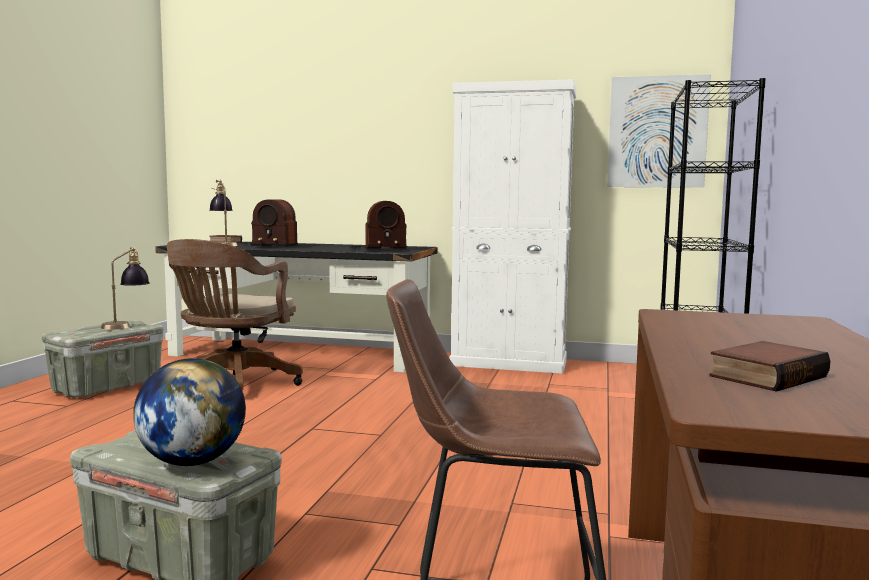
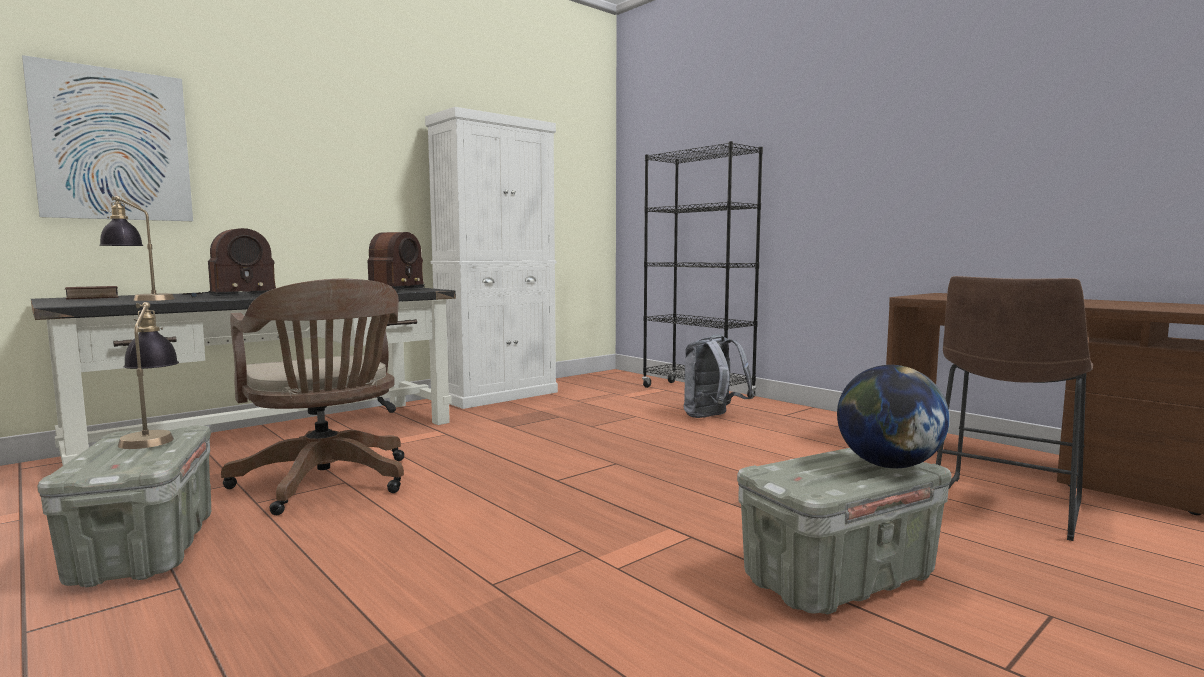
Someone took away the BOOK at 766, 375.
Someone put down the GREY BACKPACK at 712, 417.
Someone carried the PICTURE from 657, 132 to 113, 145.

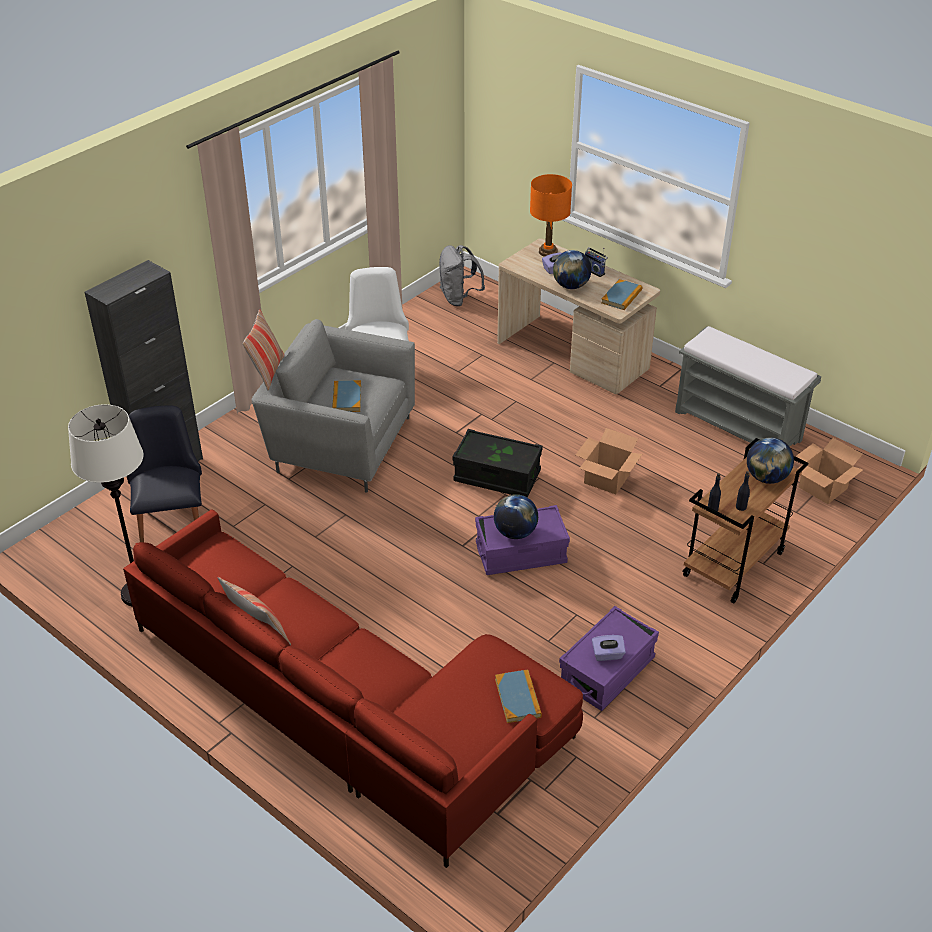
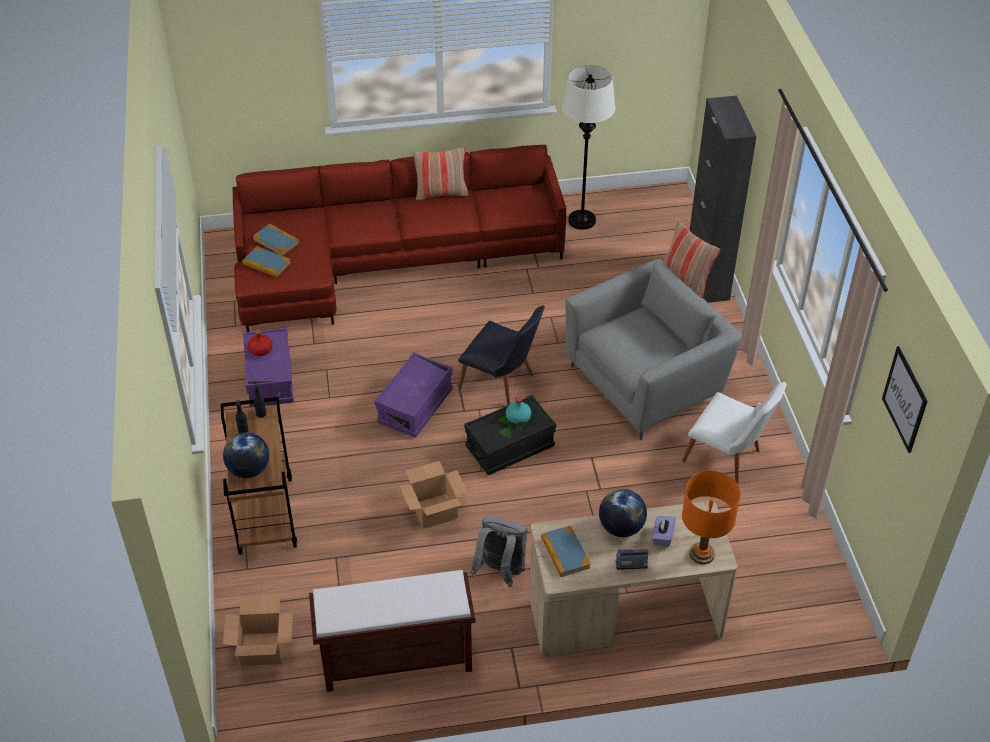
Someone took away the GLOBE at 515, 533.
Someone put down the TURQUOISE BOTTLE at 518, 417.
Someone put up the PICTURE at 905, 399.
Someone carried the BLACK CHAIR from 172, 521 to 502, 384.
Someone carried the BOOK from 346, 398 to 276, 241.
Someone carried the GREY BACKPACK from 459, 298 to 500, 571.
Someone swapped the PURPLE TISSUE BOX at 607, 655 for the RED BOTTLE at 261, 350.
Someone repainted the GREY BENCH at 739, 426, which became the BROWN BENCH at 395, 660.

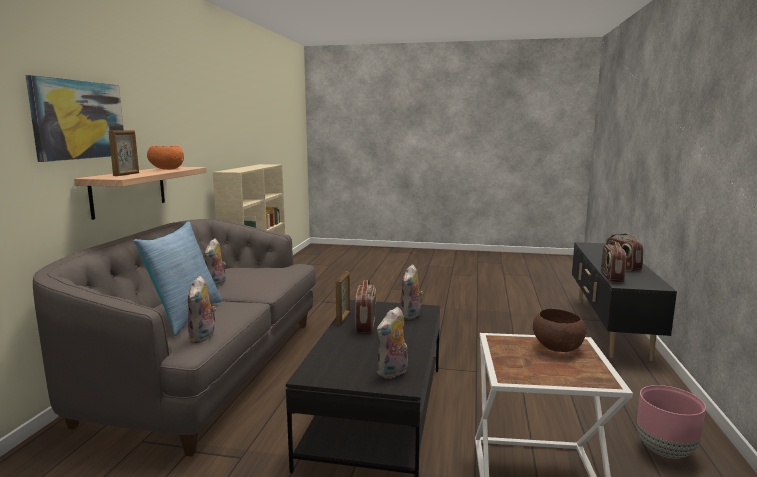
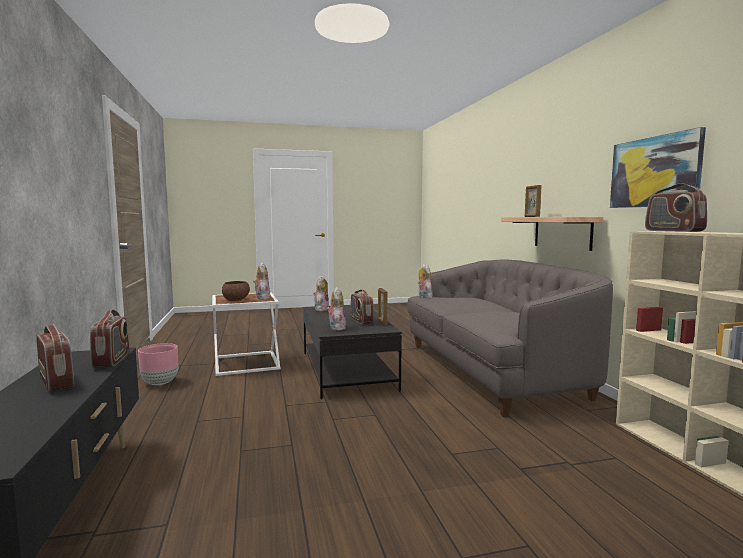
Someone took away the PILLOW at 185, 316.
Someone took away the ORANGE BOWL at 166, 169.
Someone put down the RADIO at 673, 231.
Someone carried the PICTURE from 79, 120 to 654, 172.
Someone carried the PLUSH TOY from 216, 285 to 262, 298.

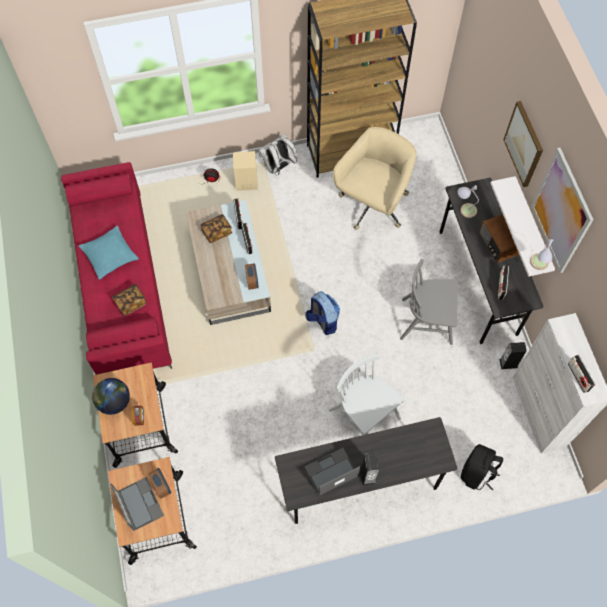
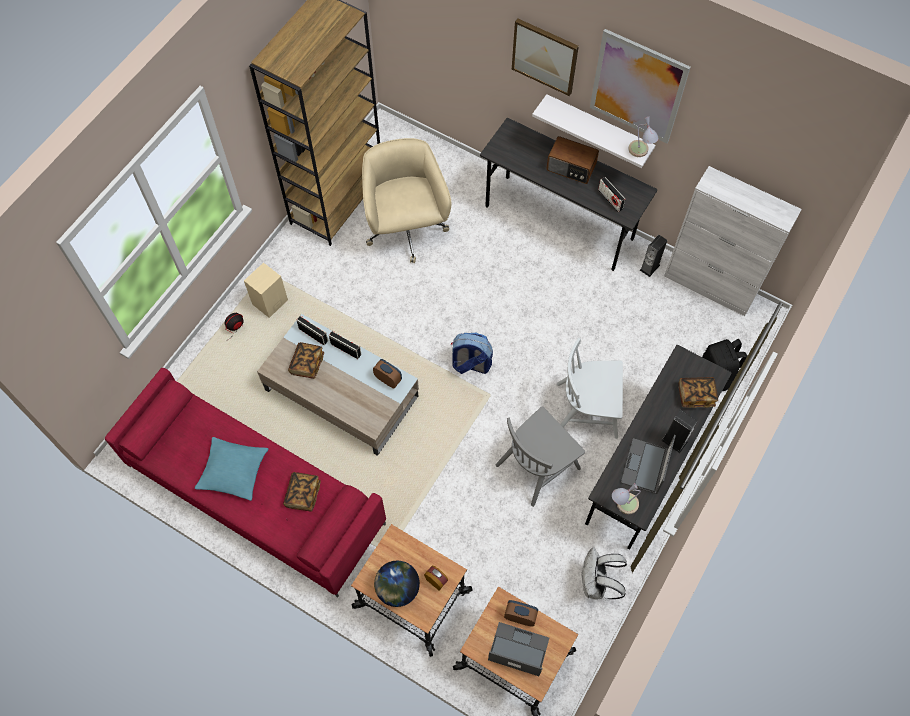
Someone took away the RADIO at 578, 377.
Someone put down the BOOK at 695, 395.
Someone carried the WHITE BACKPACK from 278, 167 to 596, 584.
Someone carried the GREY CHAIR from 427, 320 to 538, 466.
Someone carried the TABLE LAMP from 465, 209 to 622, 505.

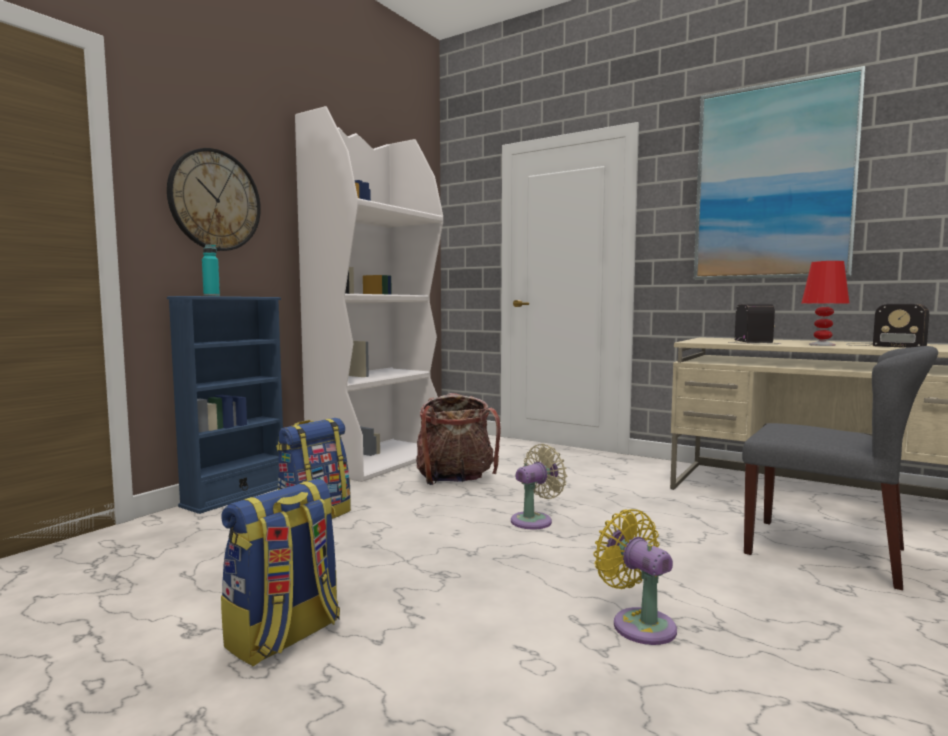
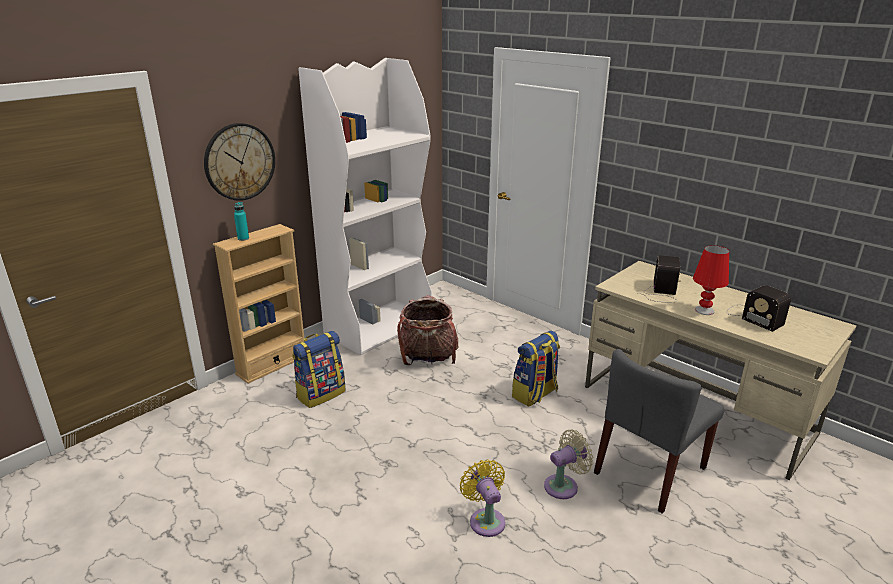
Someone took away the PICTURE at 773, 182.
Someone carried the BACKPACK from 285, 637 to 535, 394.
Someone carried the BEIGE FAN from 535, 520 to 564, 485.
Someone repainted the BLUE BOOKCASE at 235, 496, which became the BEIGE BOOKCASE at 272, 365.
Someone rotated the GREY CHAIR at 826, 551 by 90 degrees clockwise.

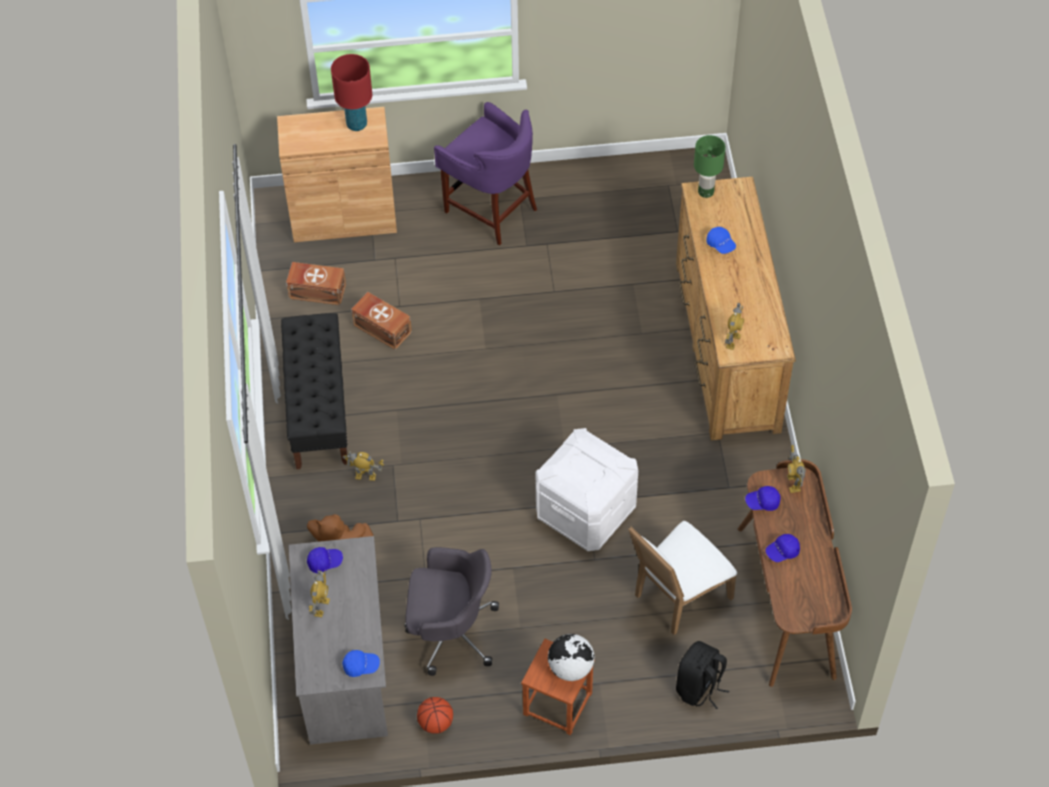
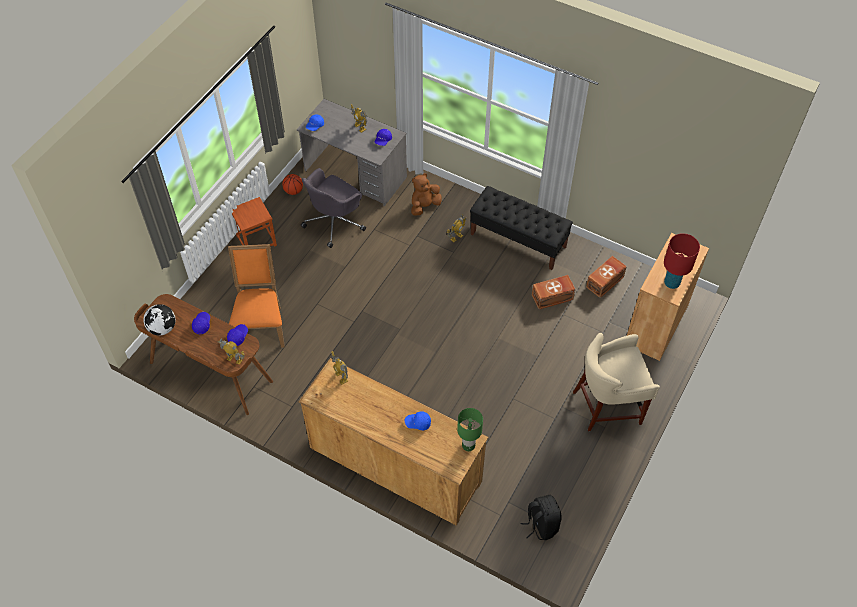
Someone took away the WHITE STORAGE BOX at 585, 512.
Someone carried the GLOBE from 570, 668 to 163, 328.
Someone carried the BLACK BACKPACK from 699, 687 to 541, 525.
Someone repainted the PURPLE STOOL at 491, 208, which became the BEIGE STOOL at 607, 406.
Someone repainted the WHITE CHAIR at 677, 597, which became the ORANGE CHAIR at 261, 325.

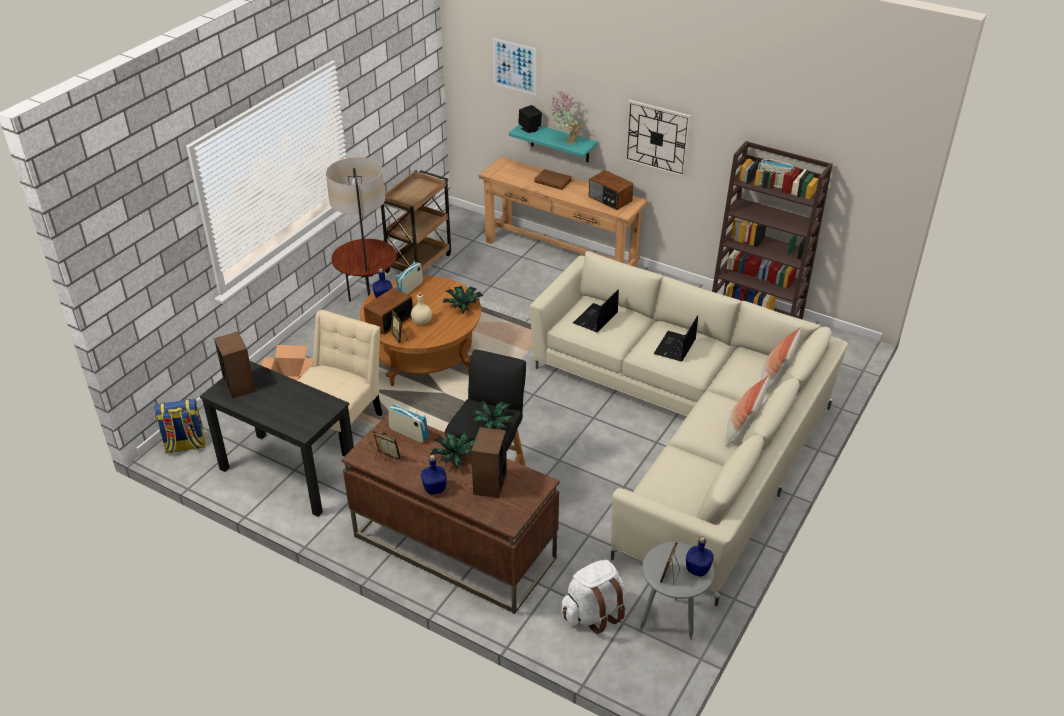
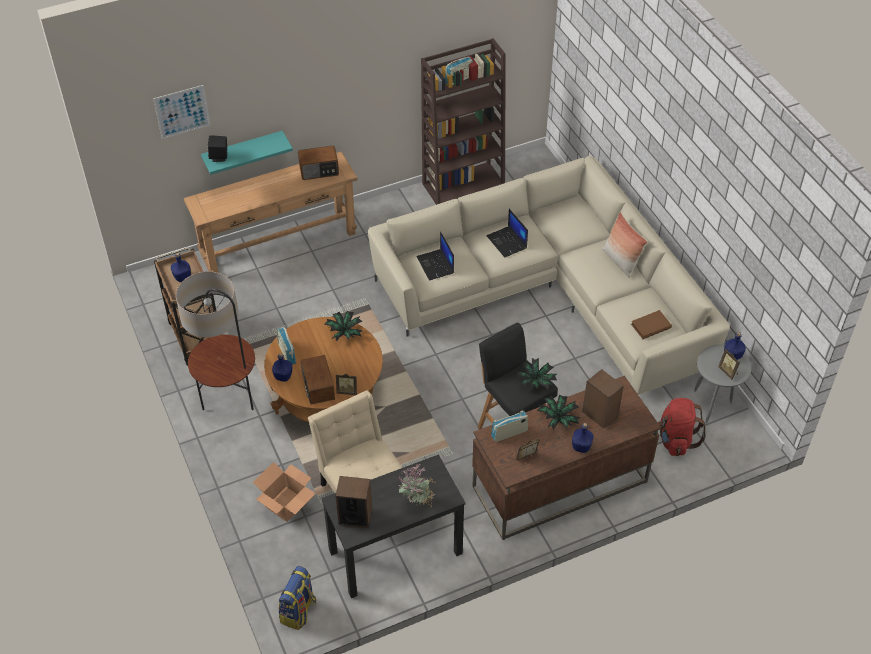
Someone took away the BEIGE BOTTLE at 422, 321.
Someone took away the WALL CLOCK at 657, 138.
Someone took away the PILLOW at 774, 380.
Someone put down the BLUE BOTTLE at 182, 277.
Someone carried the BROWN BOOK from 553, 181 to 650, 325.
Someone carried the POTTED PLANT from 565, 142 to 417, 504.
Someone repainted the WHITE BACKPACK at 593, 613, which became the RED BACKPACK at 676, 439.

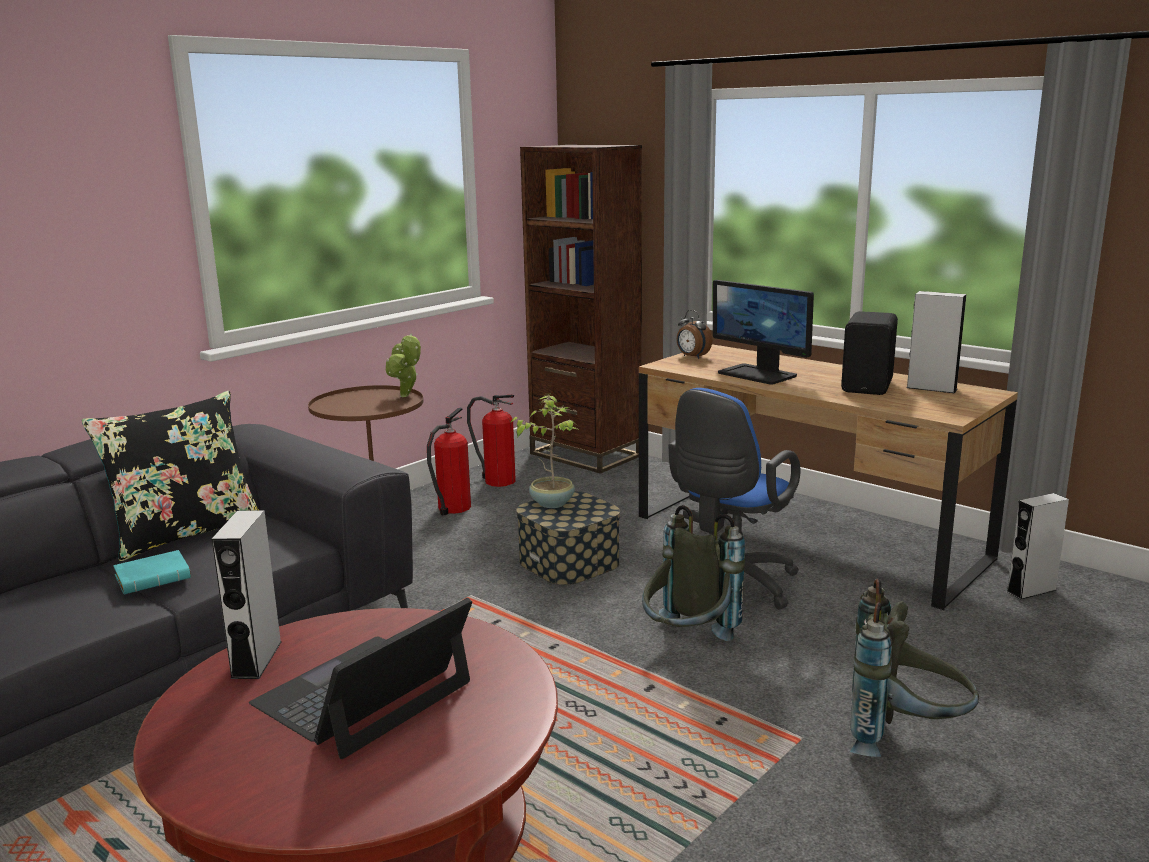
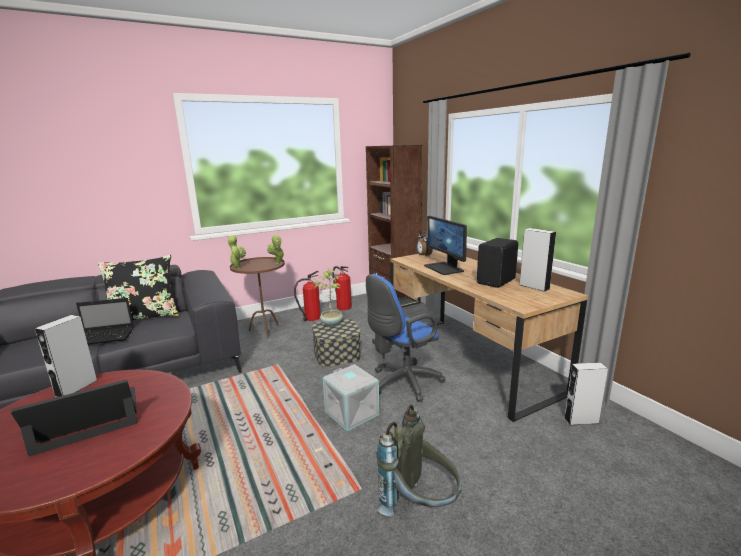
Someone put down the POTTED PLANT at 238, 268.
Someone swapped the TURQUOISE BOOK at 155, 577 for the LAPTOP at 105, 337.
Someone swapped the GREY BACKPACK at 688, 644 for the GREY STORAGE BOX at 353, 412.

